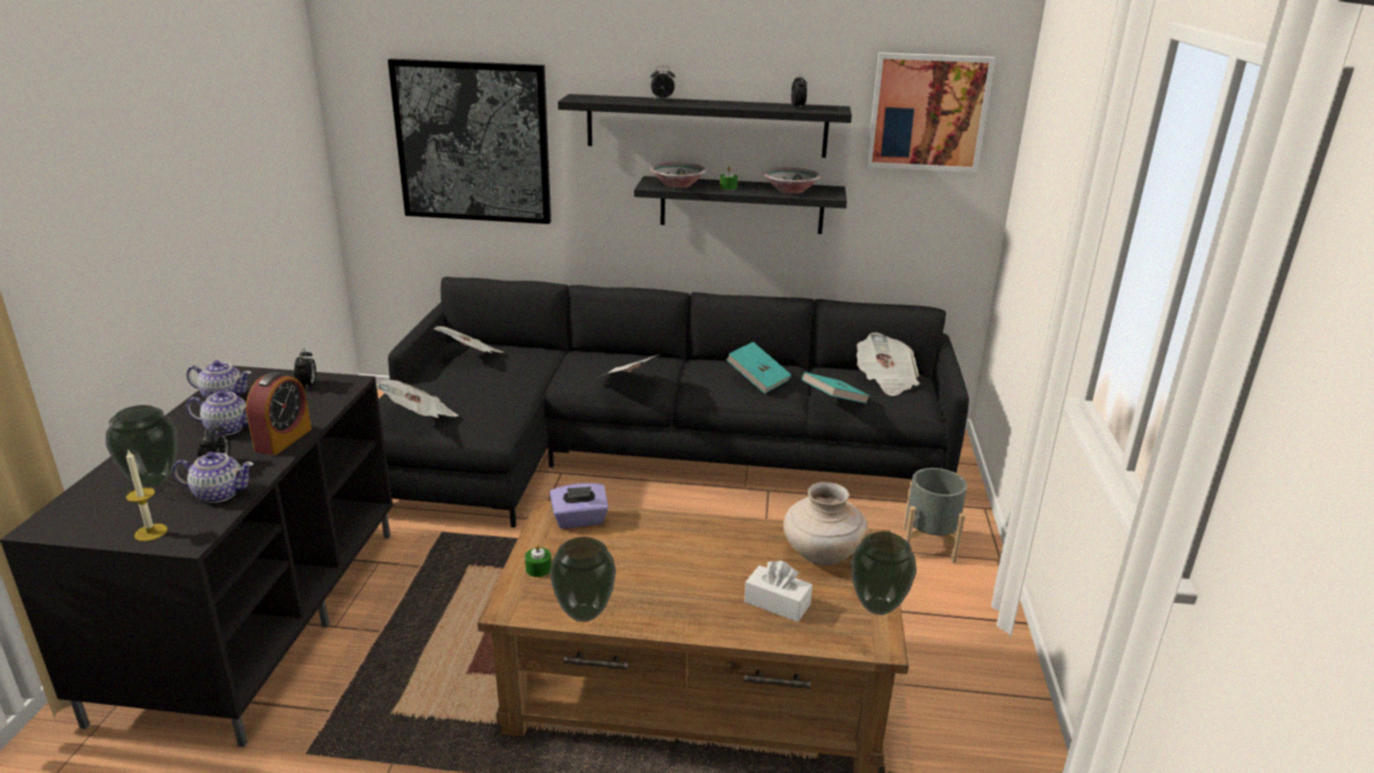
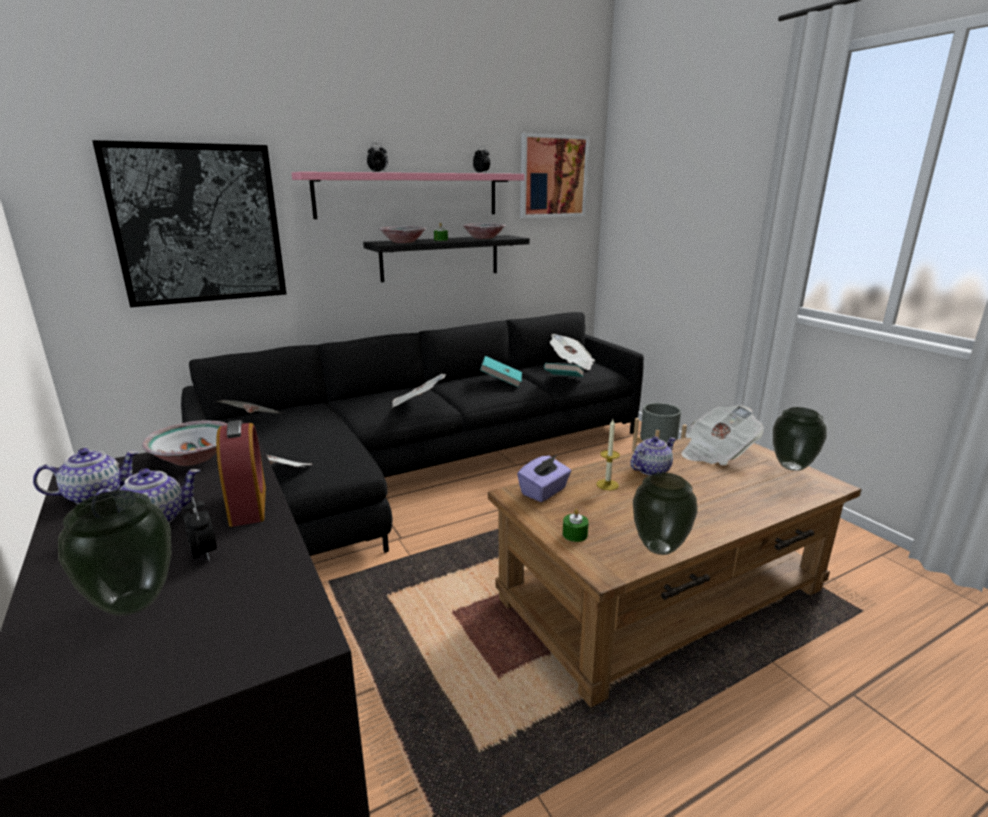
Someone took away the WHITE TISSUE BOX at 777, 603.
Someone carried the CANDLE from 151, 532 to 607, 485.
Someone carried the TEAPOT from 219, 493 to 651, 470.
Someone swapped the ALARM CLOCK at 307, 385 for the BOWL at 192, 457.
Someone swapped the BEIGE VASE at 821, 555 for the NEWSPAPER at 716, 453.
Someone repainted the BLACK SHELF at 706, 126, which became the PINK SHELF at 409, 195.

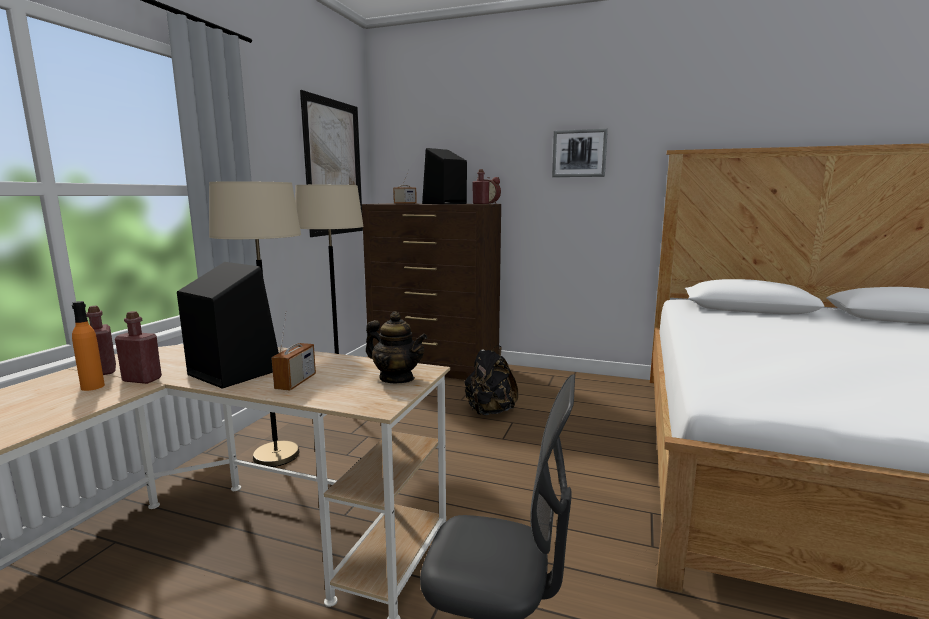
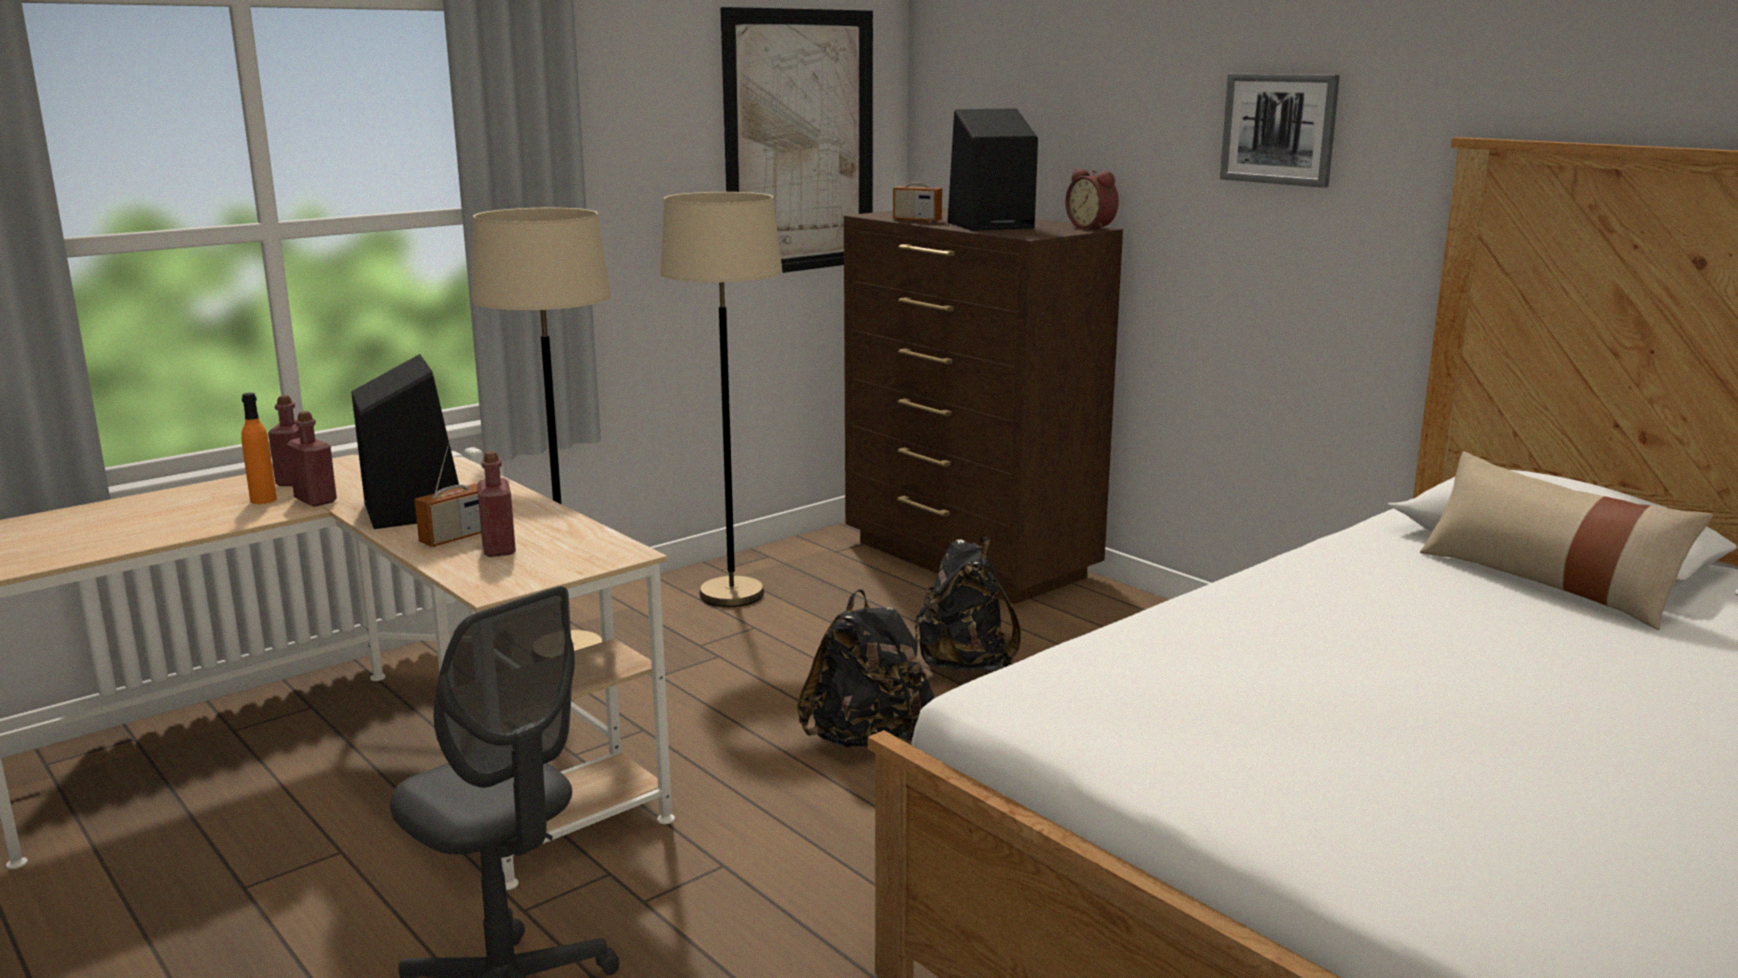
Someone took away the TEAPOT at 397, 378.
Someone put down the BLACK BACKPACK at 866, 739.
Someone put down the BEIGE PILLOW at 1547, 583.
Someone carried the RED BOTTLE from 480, 203 to 499, 549.

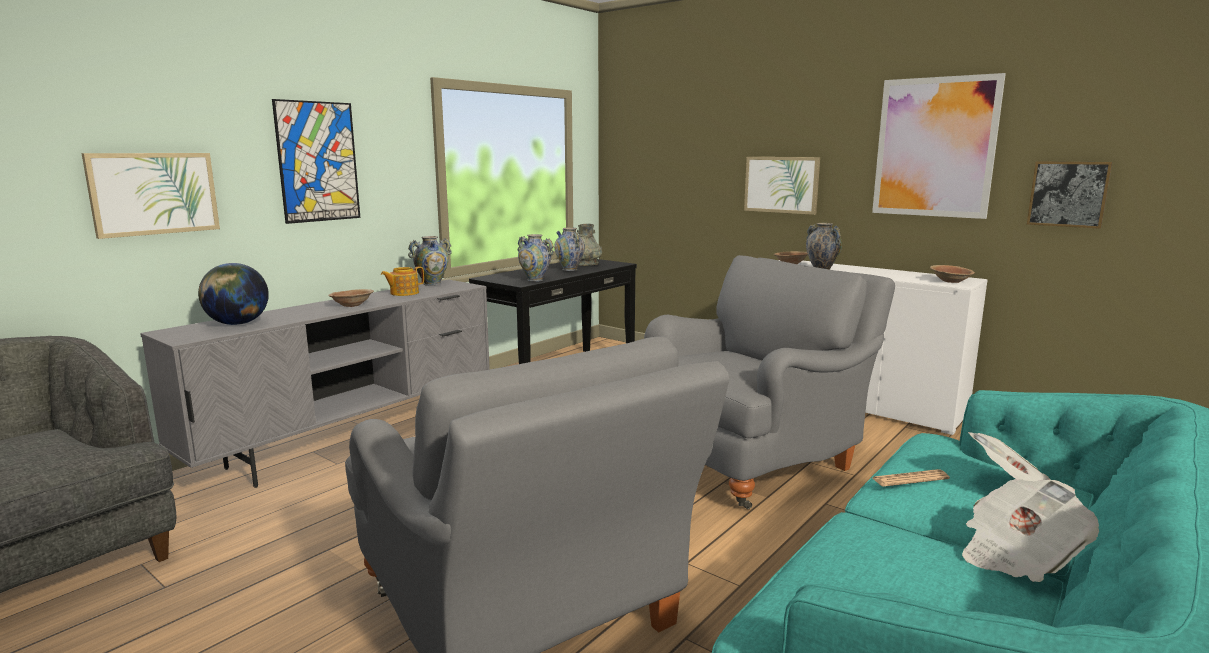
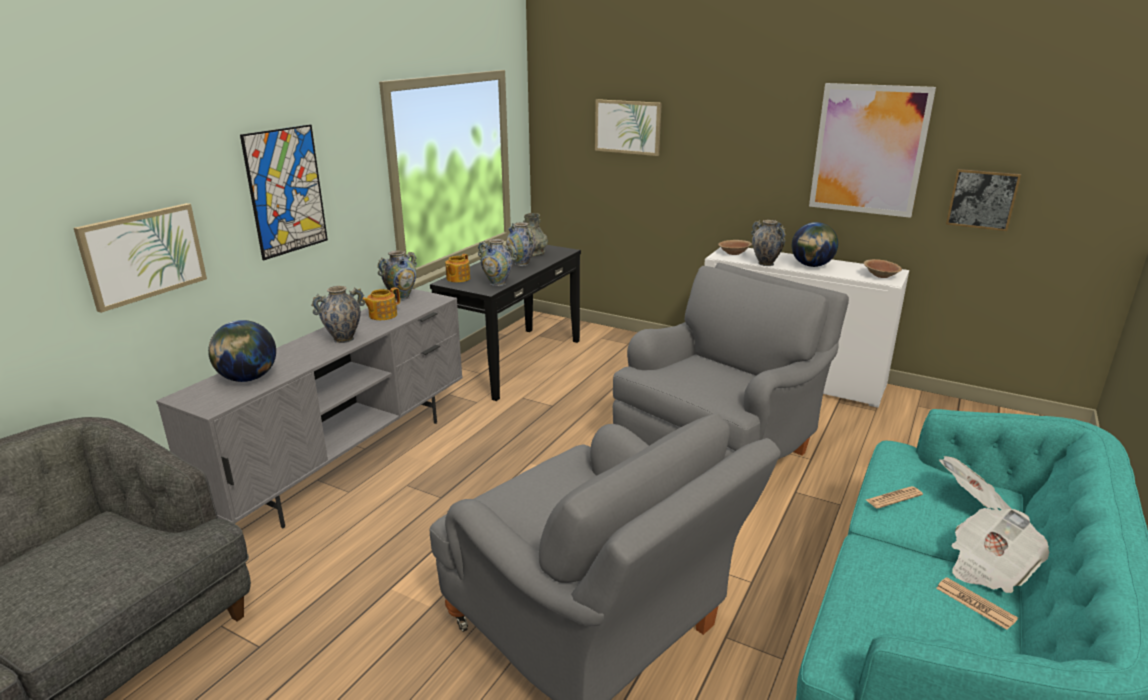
Someone put down the TEAPOT at 457, 278.
Someone put down the GLOBE at 811, 265.
Someone put down the NEWSPAPER at 975, 604.
Someone carried the PICTURE from 781, 184 to 628, 127.
Someone swapped the BROWN BOWL at 352, 305 for the VASE at 343, 339.

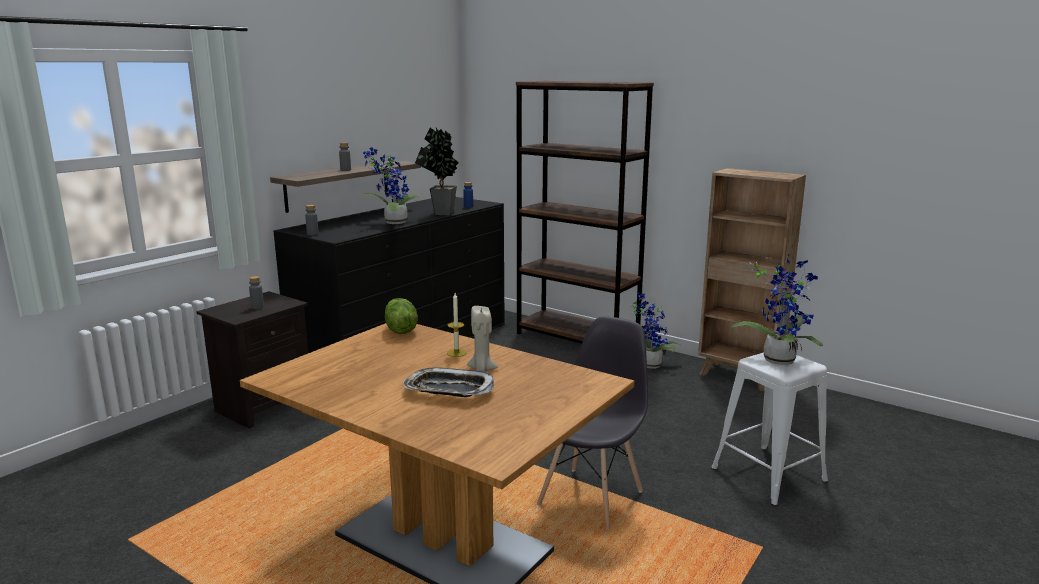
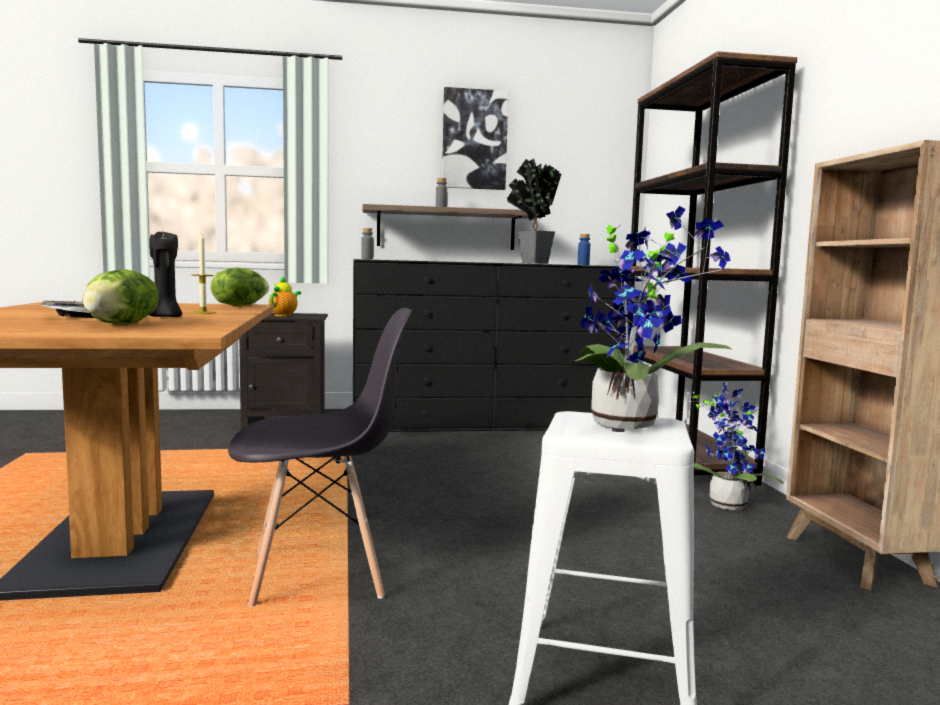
Someone took away the POTTED PLANT at 393, 222.
Someone put down the LETTUCE at 122, 324.
Someone put up the PICTURE at 474, 139.
Someone swapped the GREY BOTTLE at 257, 307 for the TEAPOT at 284, 315.
Someone repainted the BEIGE CANDLE at 482, 369, which became the BLACK CANDLE at 164, 317.

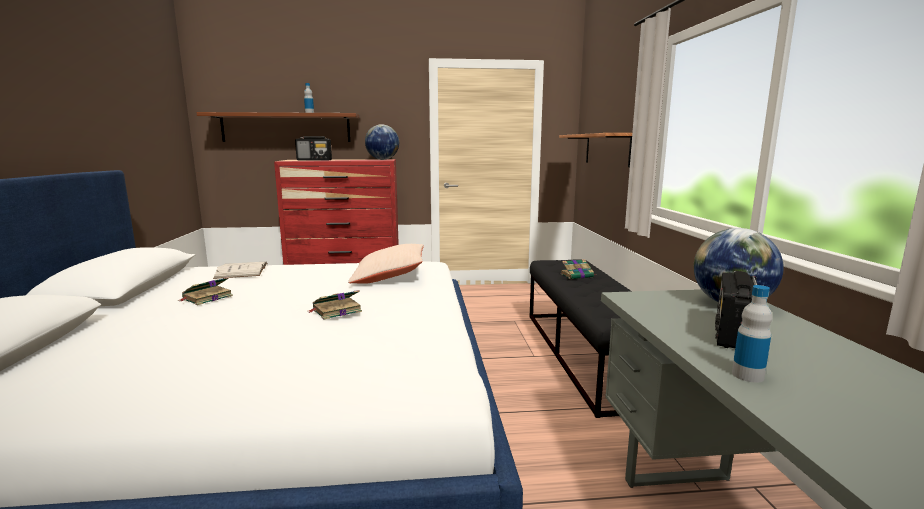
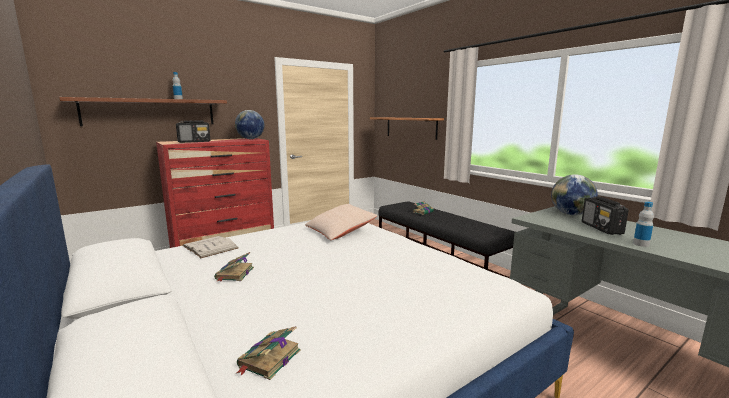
Someone carried the BOOK from 336, 311 to 268, 359.

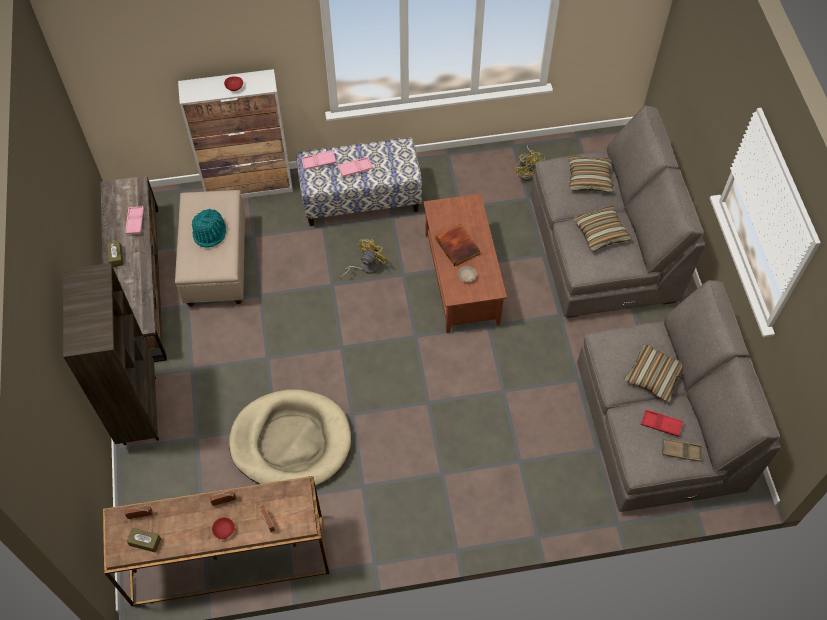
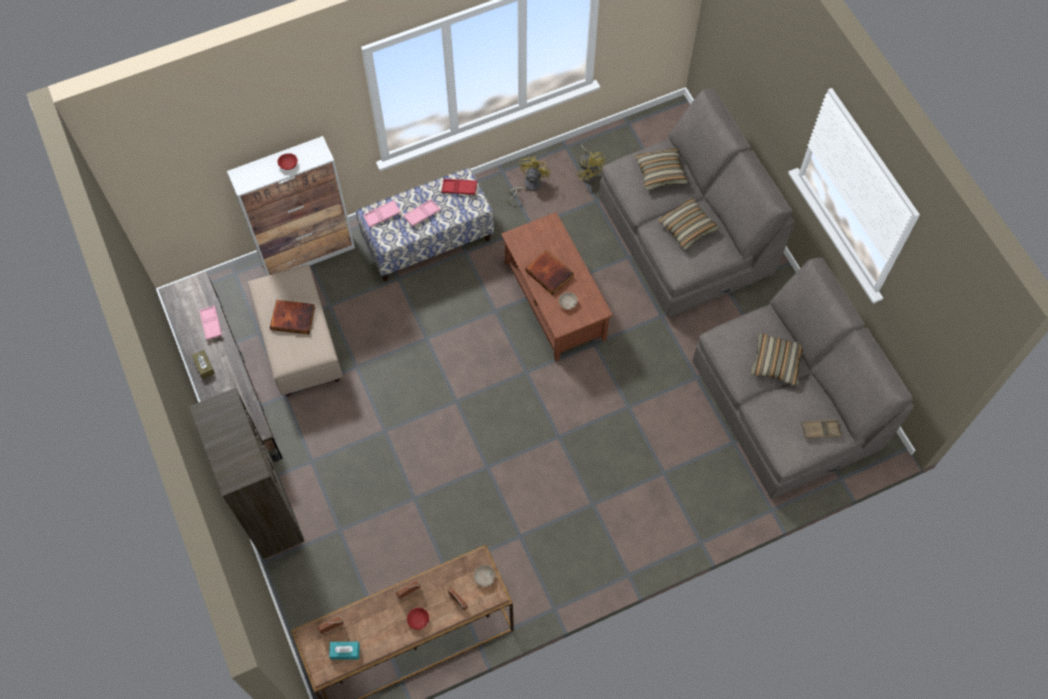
Someone took away the BEIGE DOG BED at 291, 442.
Someone put down the BEIGE BOWL at 483, 577.
Someone carried the YELLOW FAN from 366, 267 to 529, 185.
Someone carried the RED TRAY from 661, 424 to 459, 188.
Someone swapped the TURQUOISE HAT at 210, 232 for the BOOK at 293, 317.
Someone repainted the BROWN TISSUE BOX at 145, 542, which became the TURQUOISE TISSUE BOX at 345, 651.

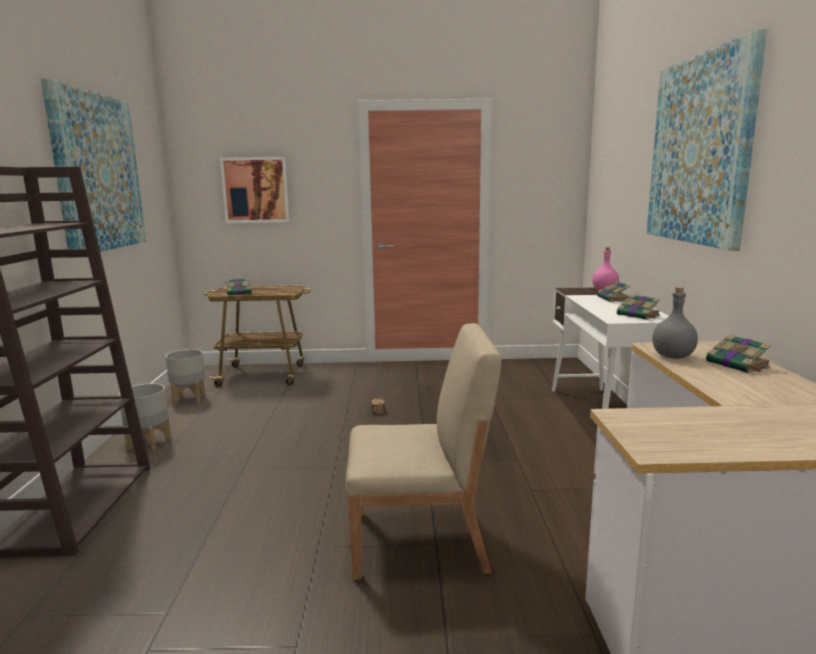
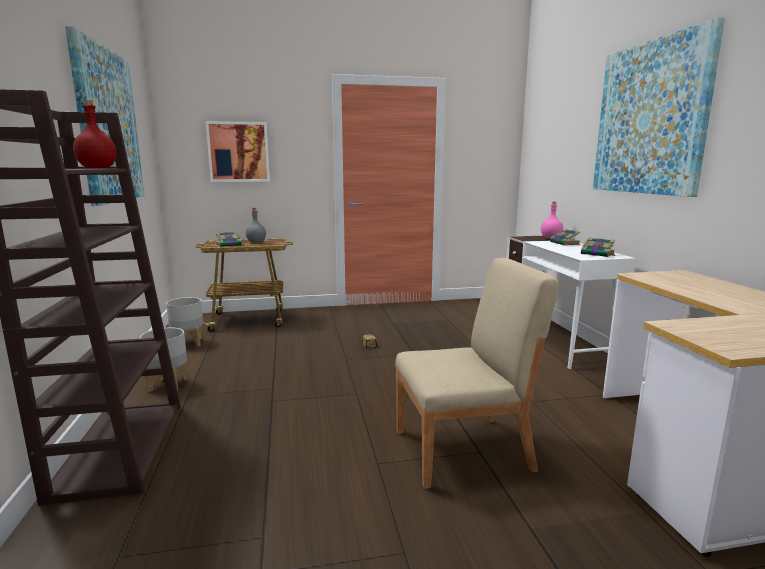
Someone took away the BOOK at 738, 365.
Someone put down the RED BOTTLE at 97, 168.
Someone carried the GREY BOTTLE from 672, 356 to 256, 242.

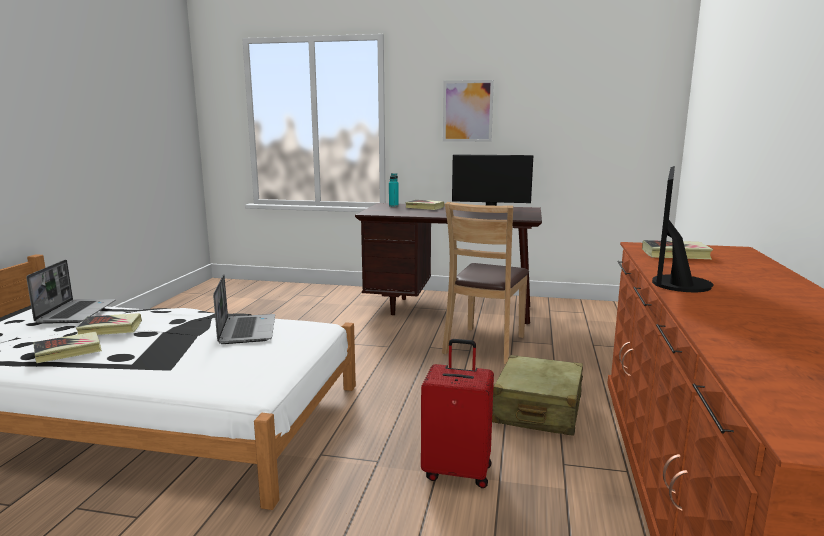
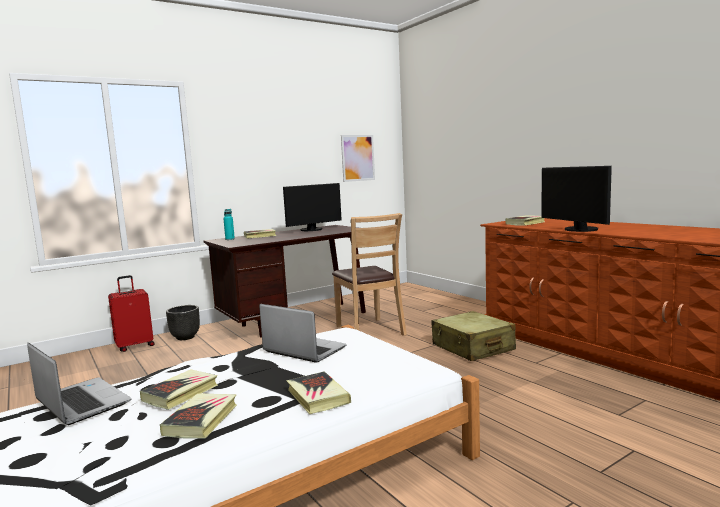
Someone put down the BLACK PLANTER at 185, 337.
Someone put down the BOOK at 317, 397.
Someone carried the RED SUITCASE from 457, 471 to 135, 346.
Someone carried the PICTURE from 467, 111 to 358, 158.

